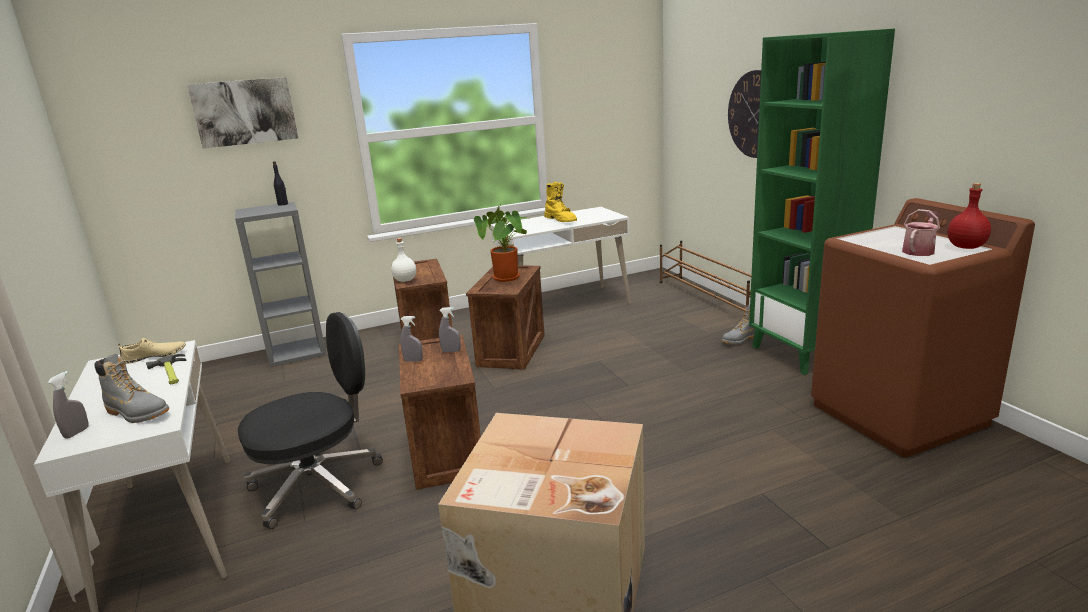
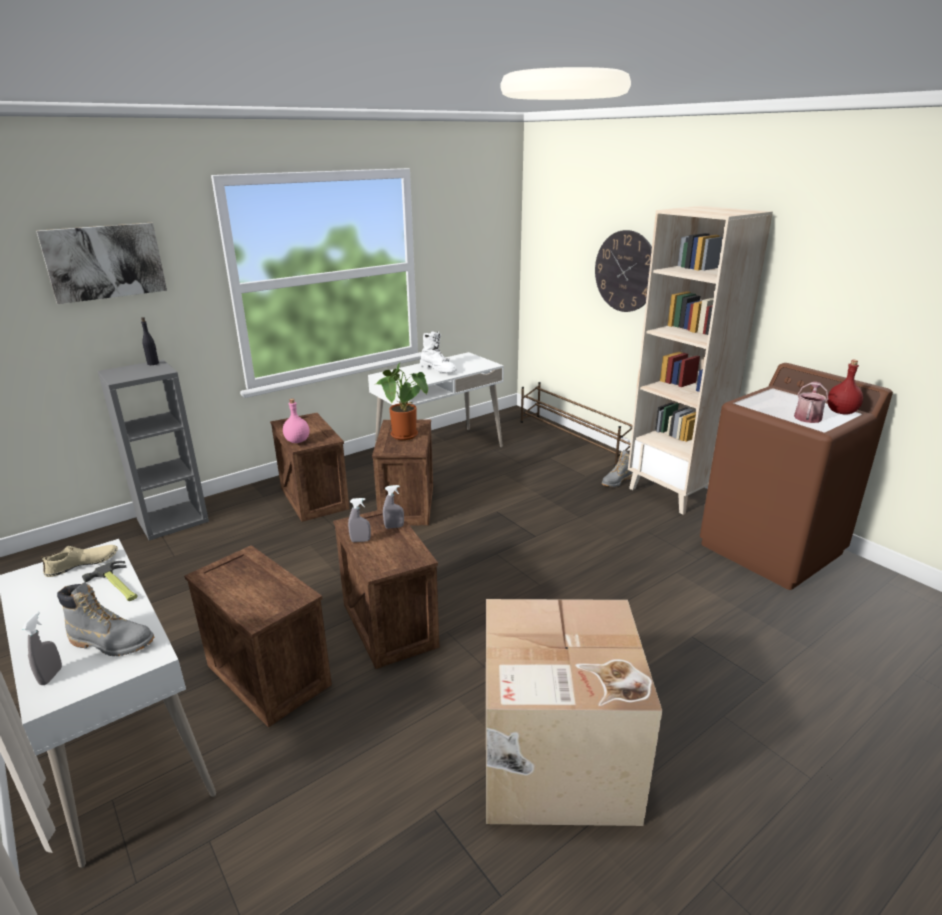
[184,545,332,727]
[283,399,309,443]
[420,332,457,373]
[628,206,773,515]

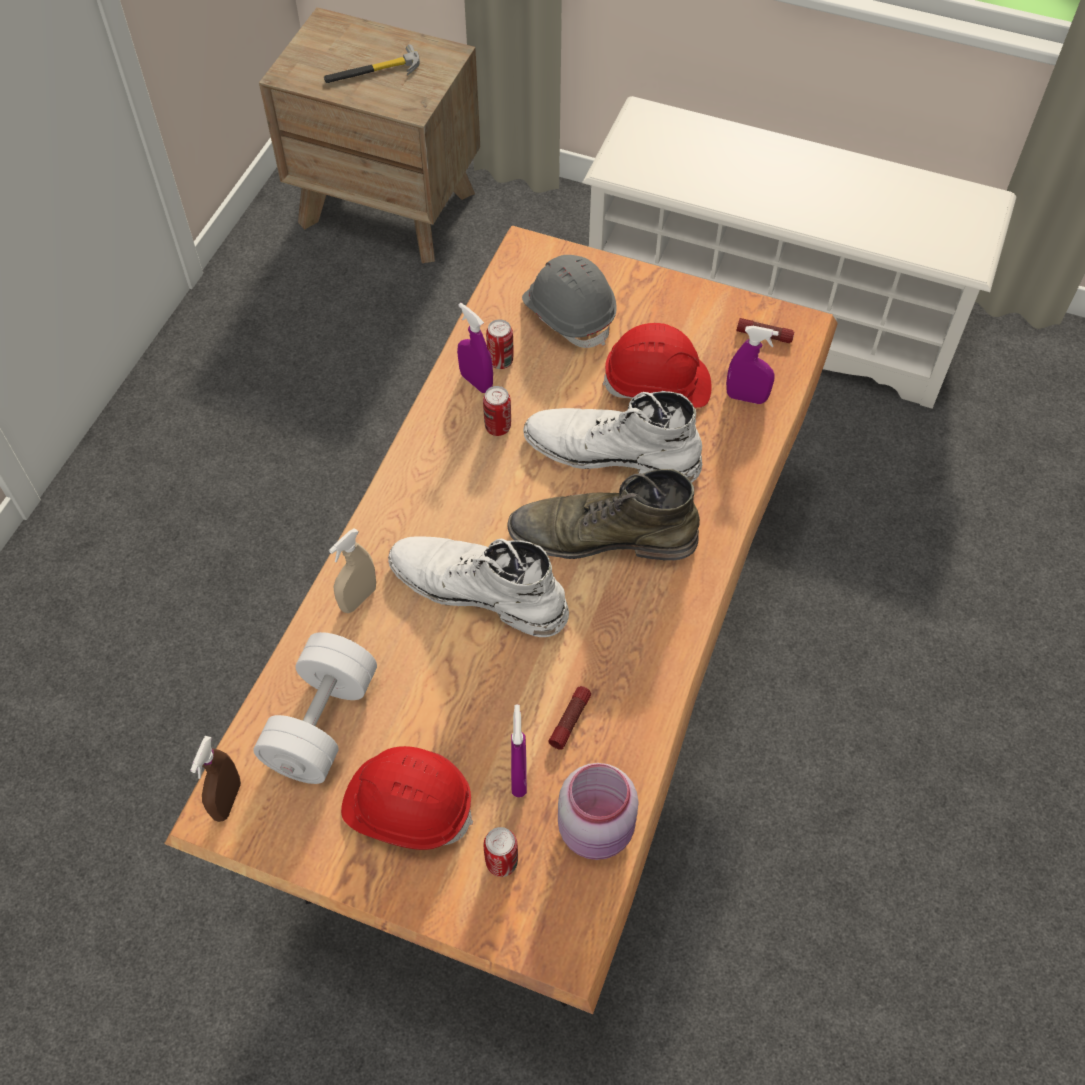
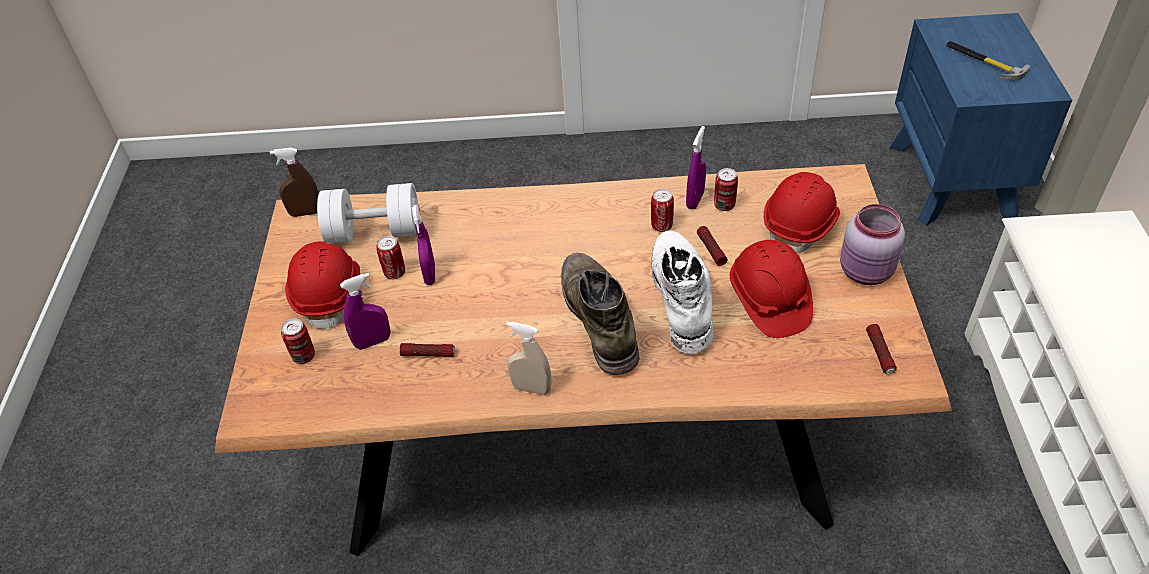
[388,537,569,637] (first image)
[376,236,405,279]
[697,226,727,266]
[506,322,551,395]
[840,204,905,285]
[413,204,435,285]
[890,13,1072,226]
[764,172,840,254]

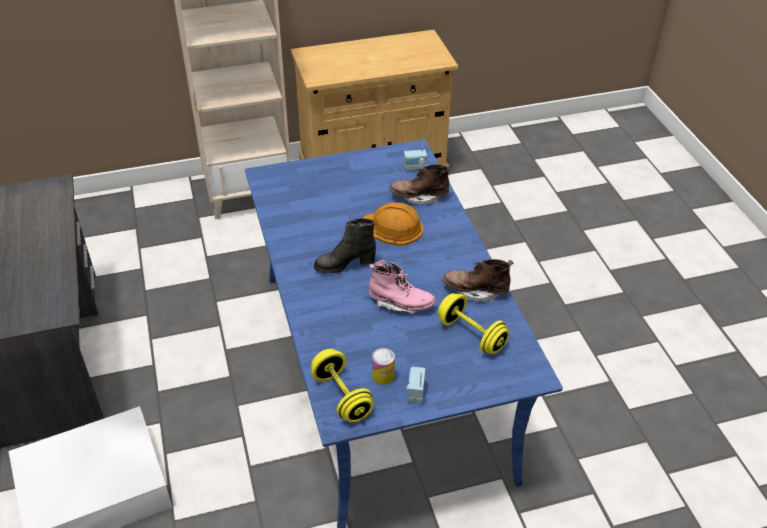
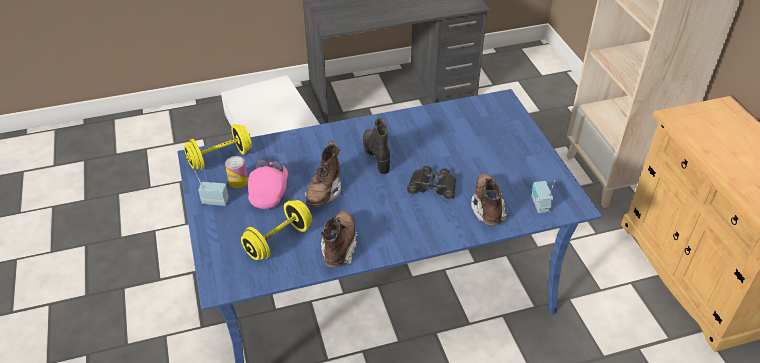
[248,160,288,209]
[407,166,456,199]
[305,141,341,207]

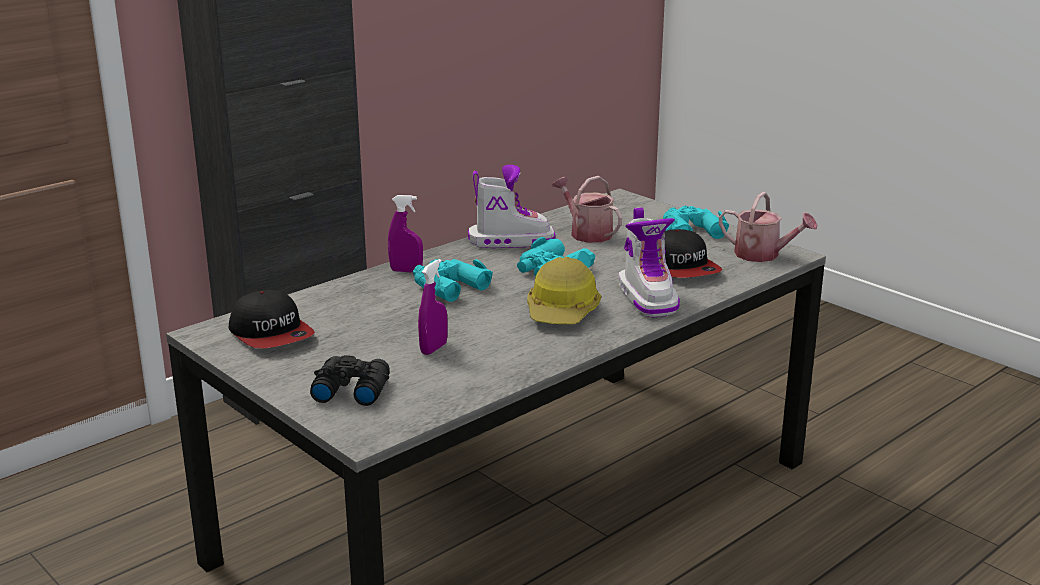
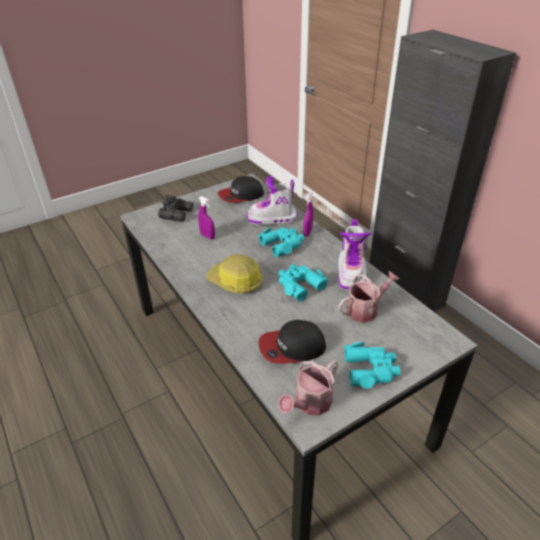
[247,176,297,225]

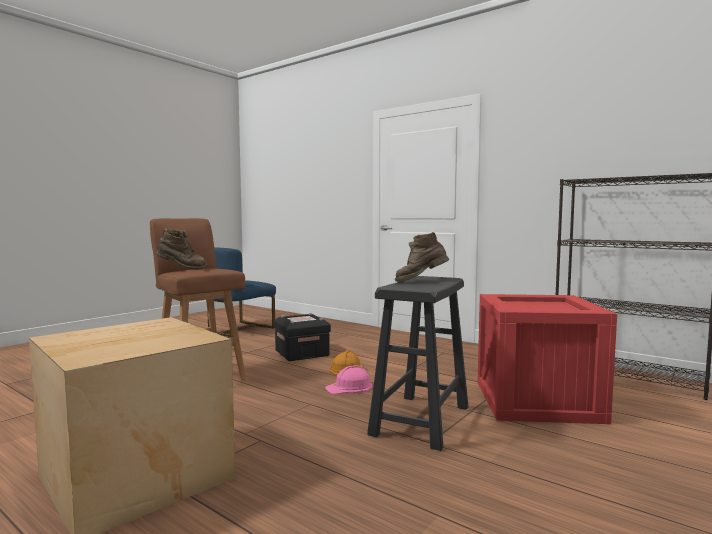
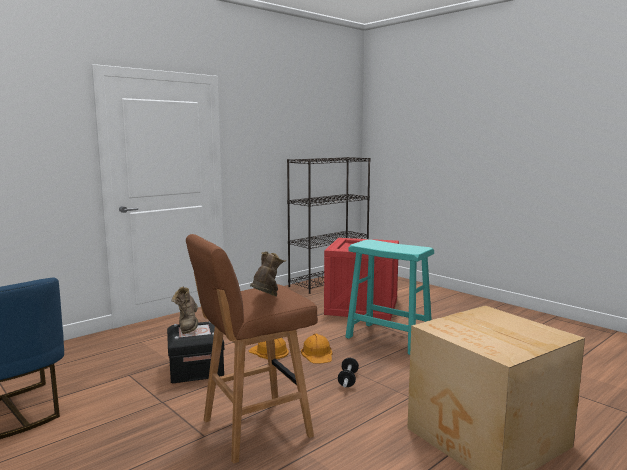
[338,358,359,387]
[171,287,198,334]
[301,334,332,364]
[345,240,434,355]

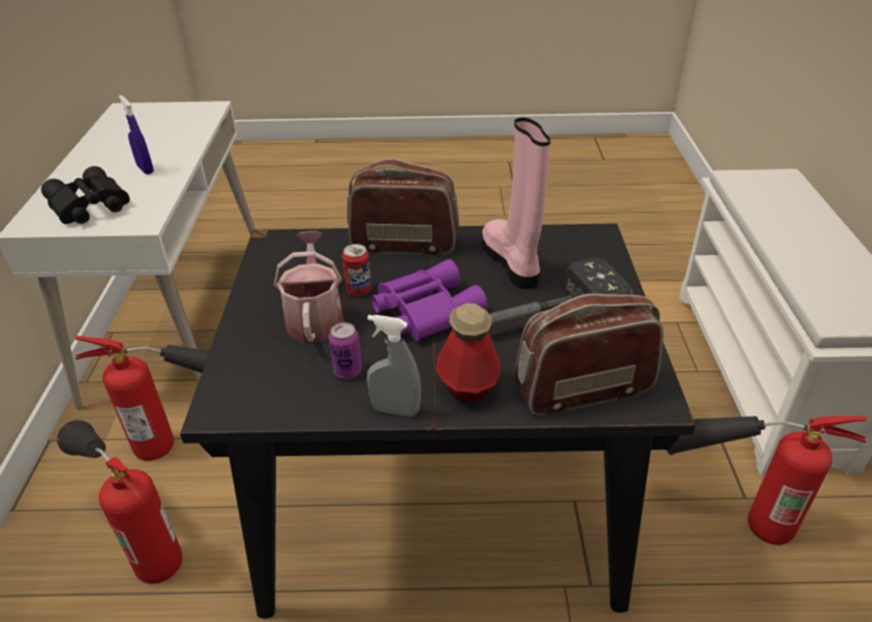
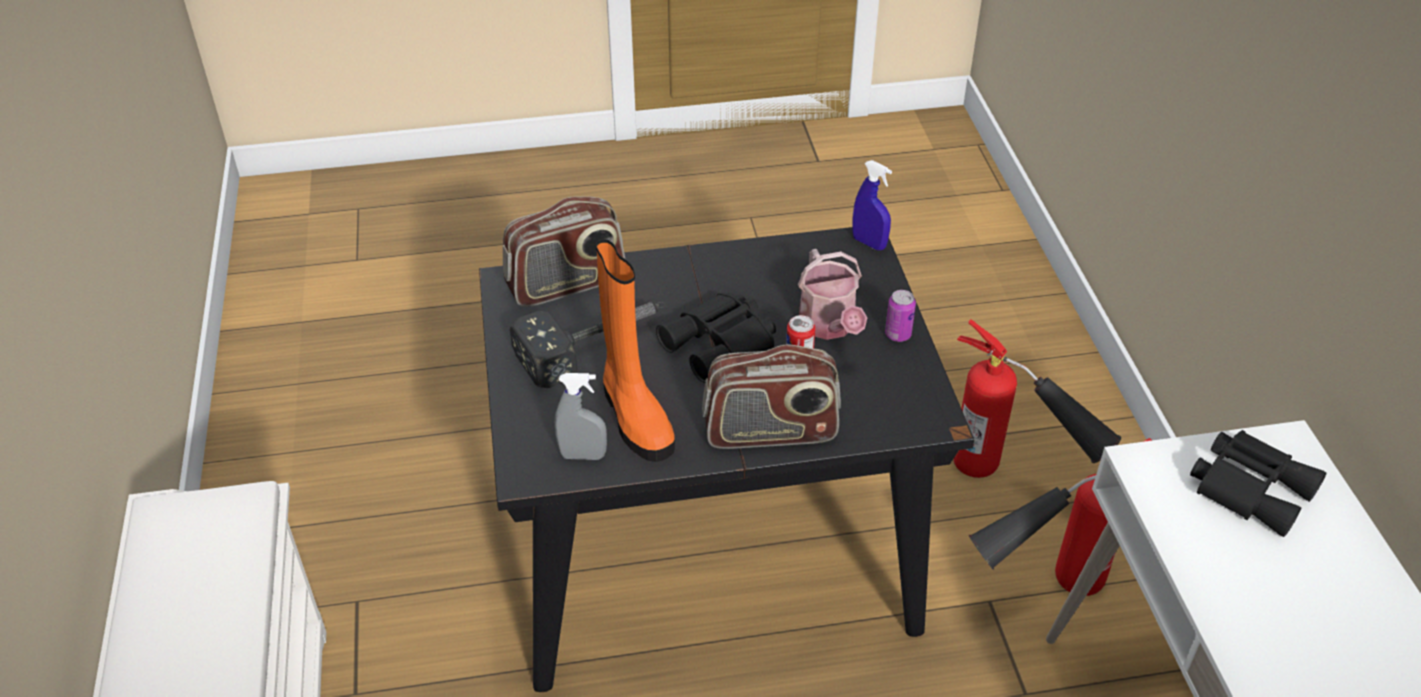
[436,303,500,403] (first image)
[667,416,867,545] (first image)
[852,160,892,250]
[885,290,916,342]
[554,373,607,460]
[656,293,776,383]
[596,239,675,462]

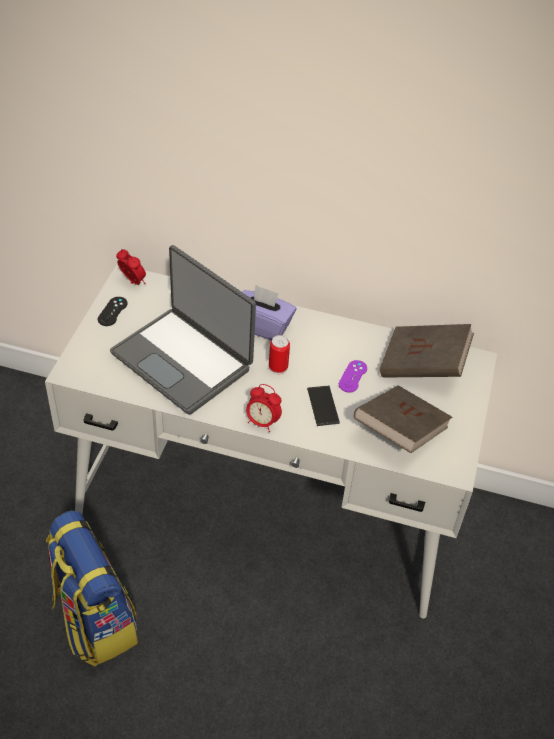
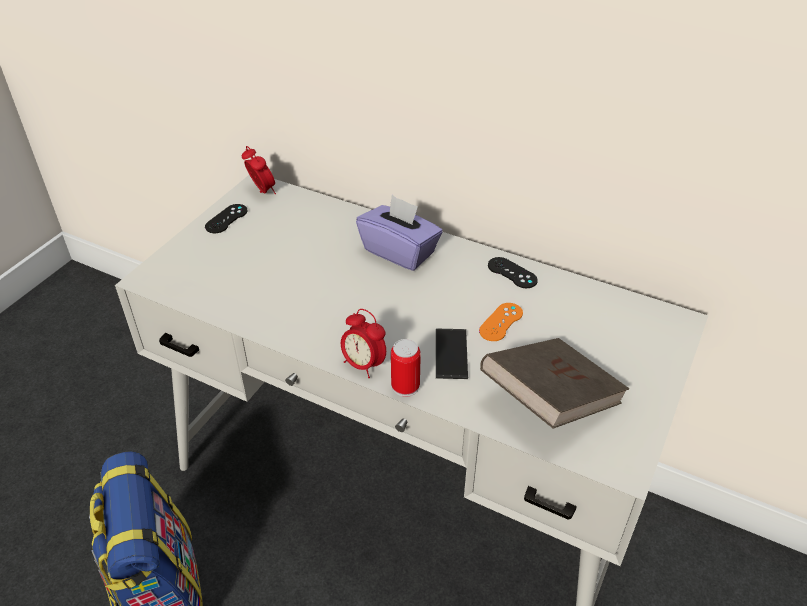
[110,245,256,415] (first image)
[380,324,474,378] (first image)
[488,257,538,288]
[391,339,421,397]
[479,303,523,341]

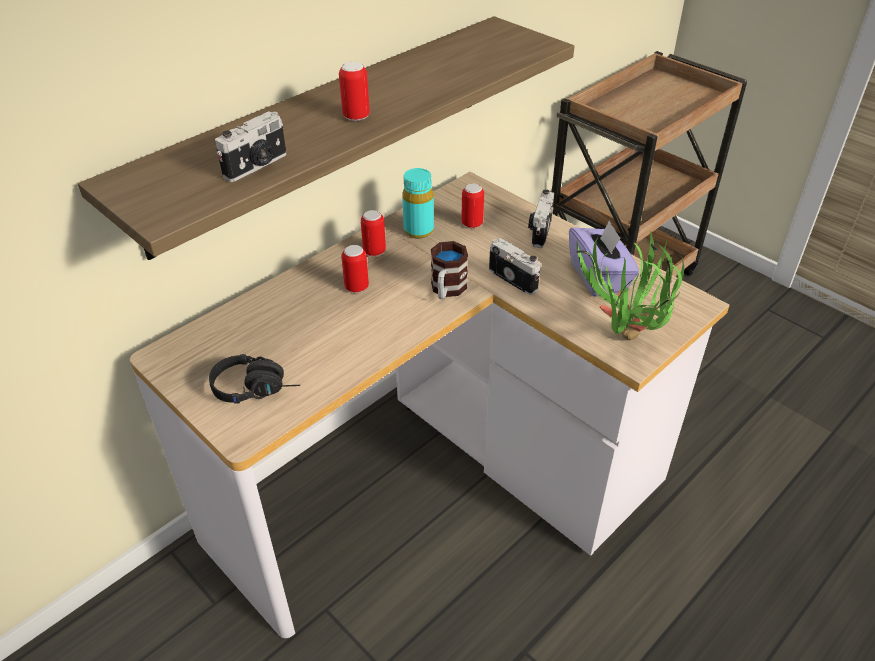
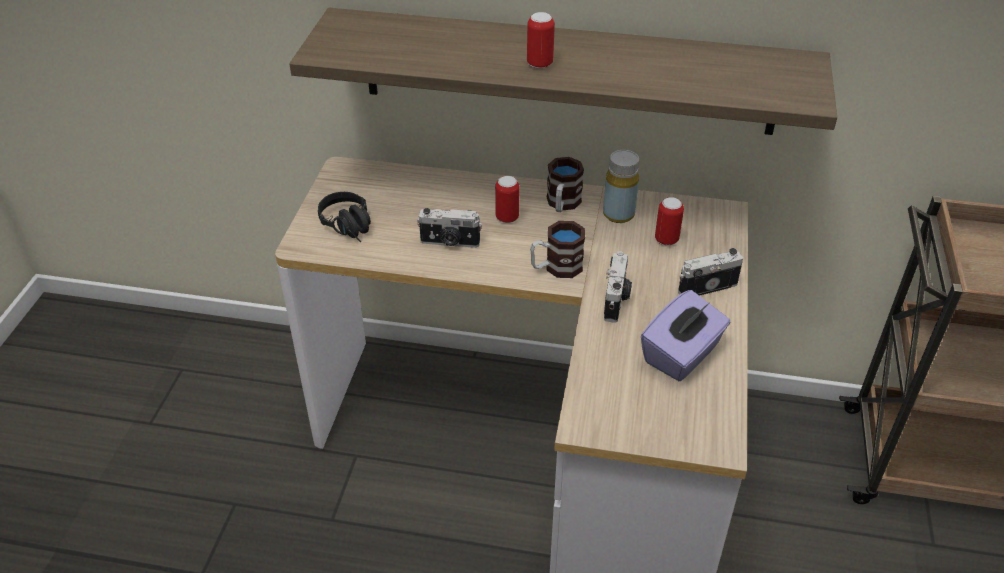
[574,231,684,340] (first image)
[417,208,482,248]
[547,157,584,212]
[603,150,639,223]

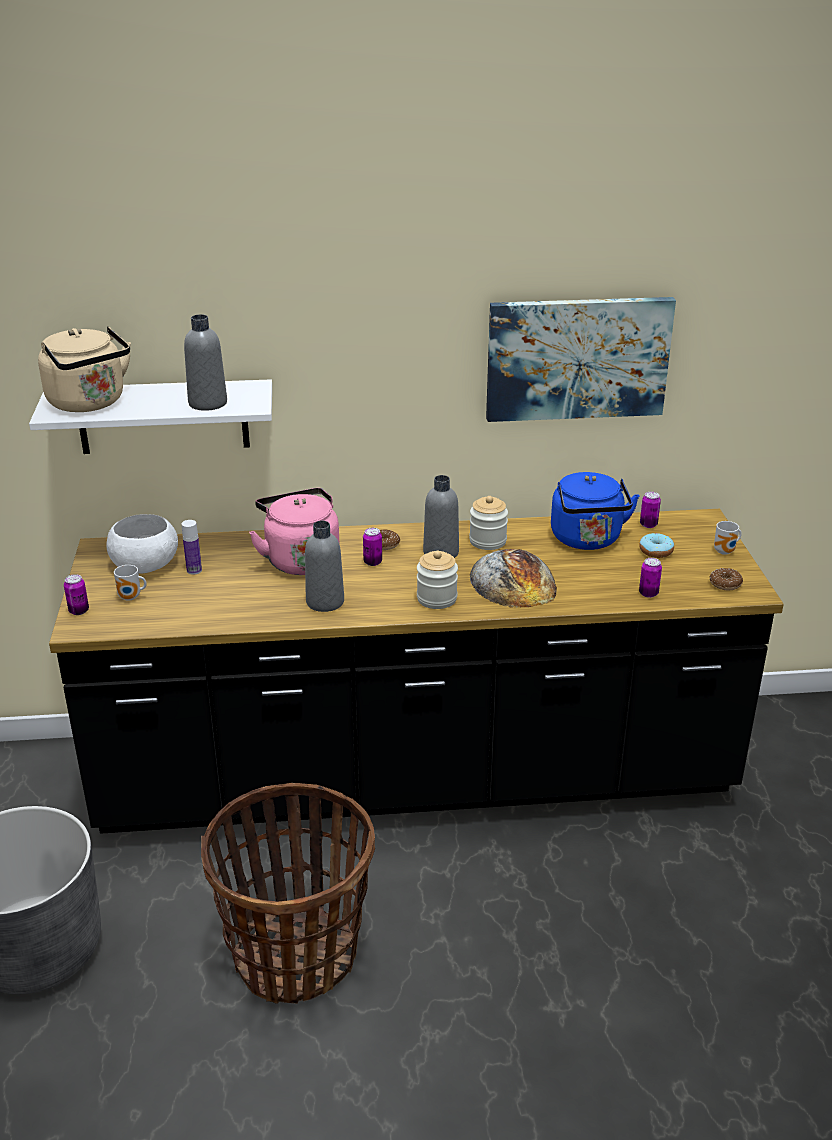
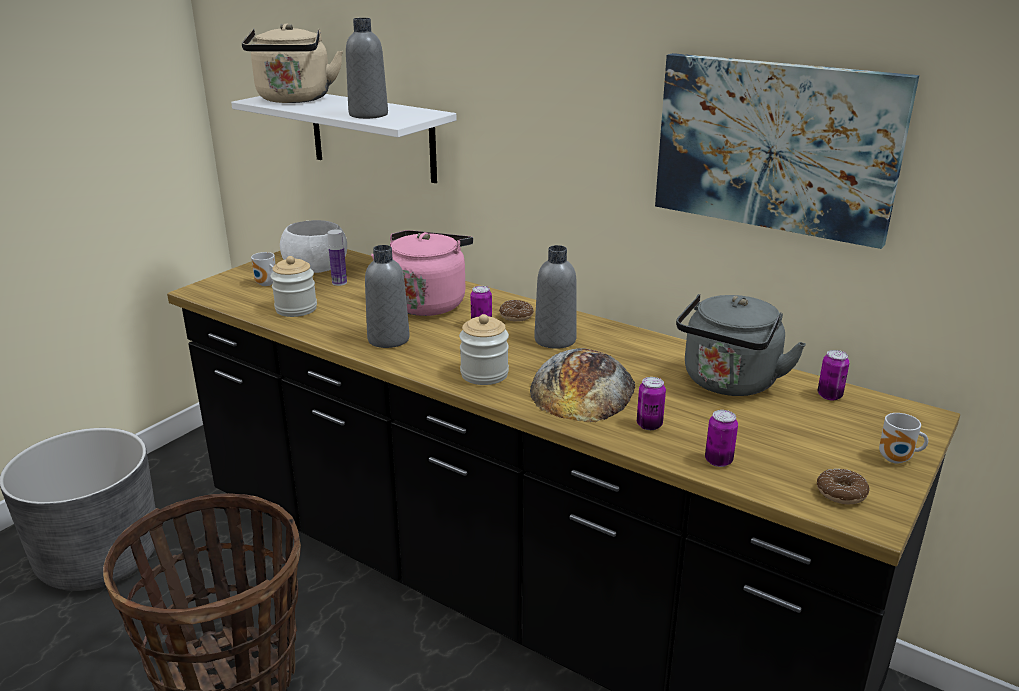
[639,533,674,558] (first image)
[637,377,666,430]
[271,256,317,317]
[676,294,806,396]

